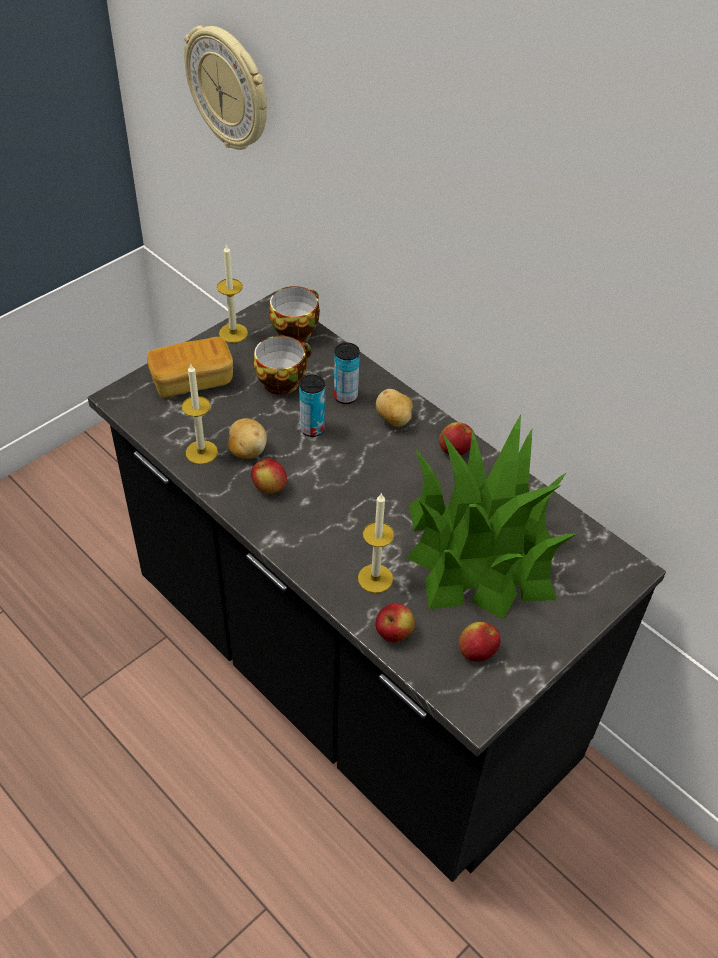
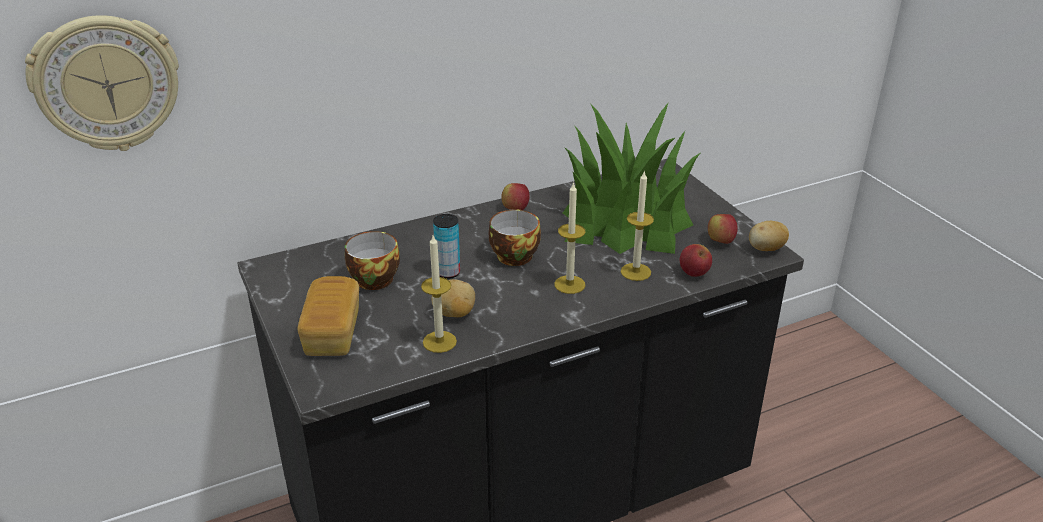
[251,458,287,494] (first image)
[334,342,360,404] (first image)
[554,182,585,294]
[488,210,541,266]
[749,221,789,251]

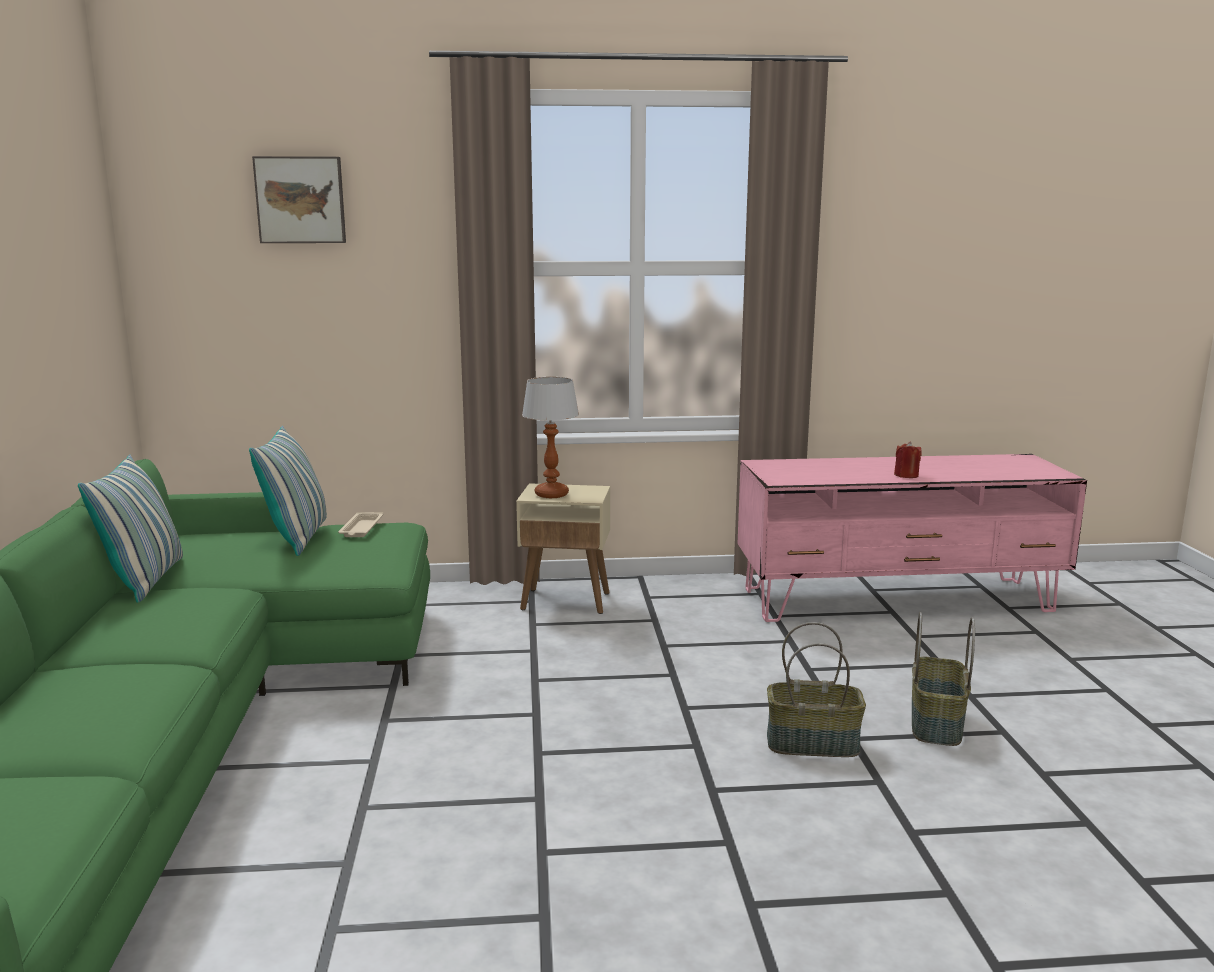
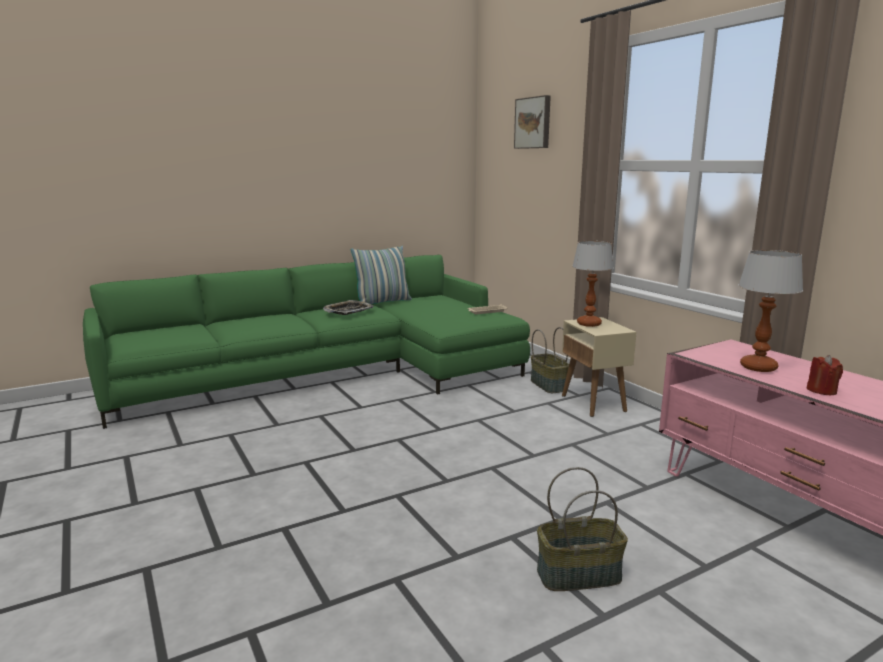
[249,426,327,556] (first image)
[323,300,373,315]
[738,250,803,372]
[531,327,569,393]

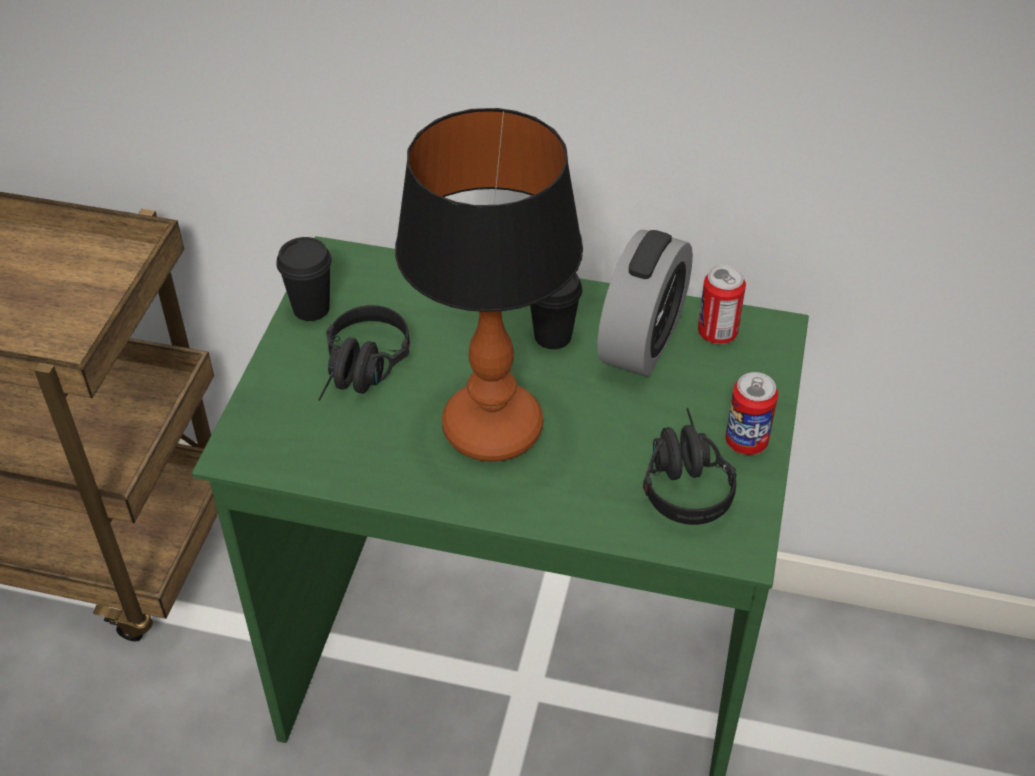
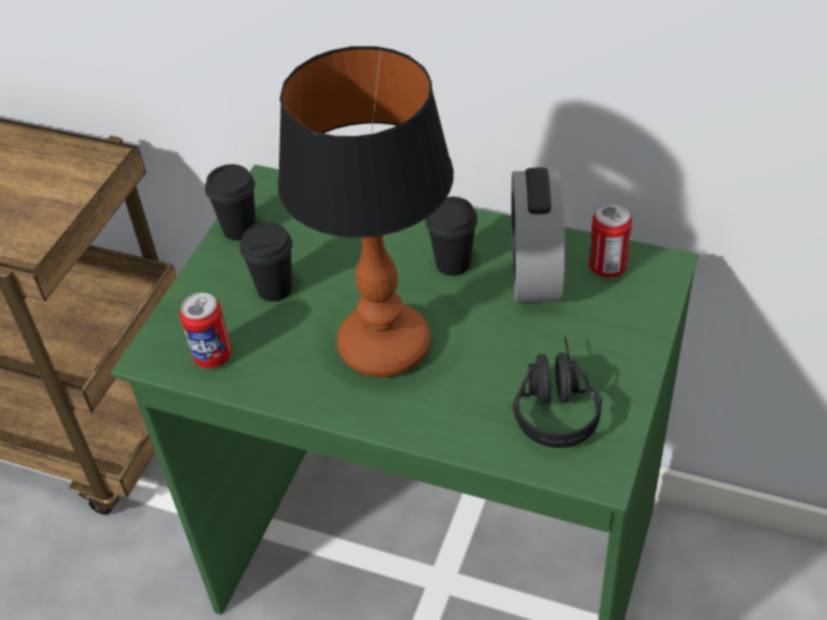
[180,293,232,368]
[240,222,293,302]
[511,167,565,302]

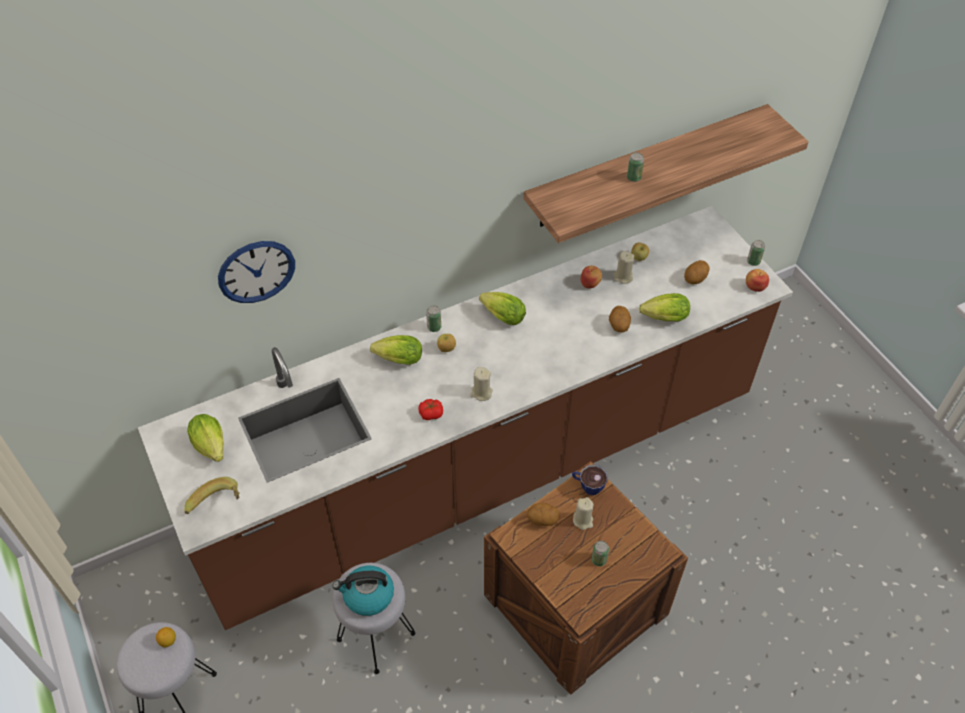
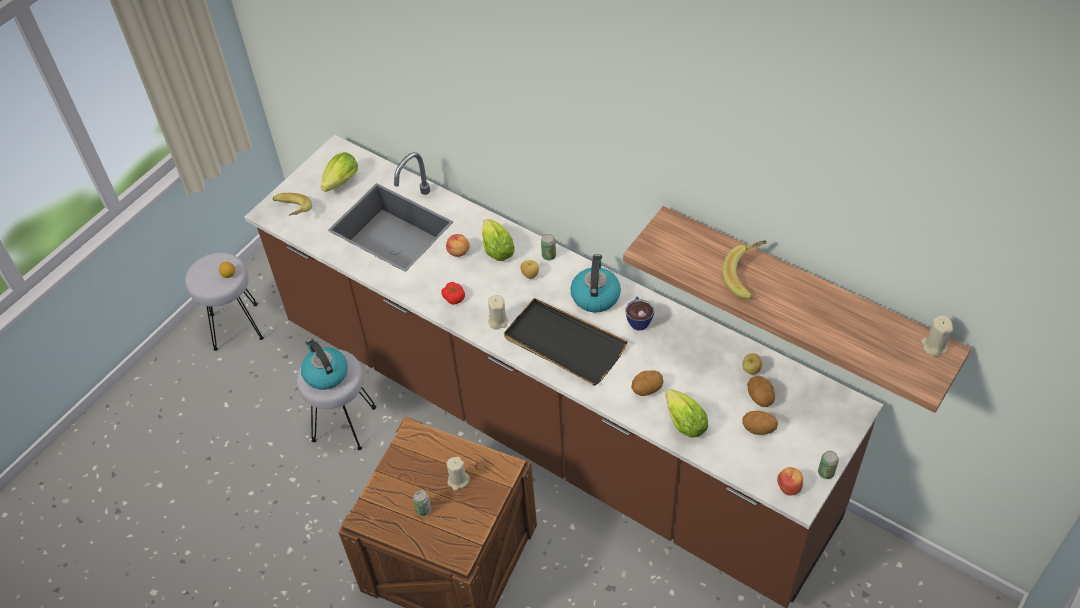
[218,241,295,303] (first image)
[504,298,628,386]
[747,376,775,407]
[625,297,654,330]
[446,234,470,257]
[921,316,953,357]
[571,254,621,313]
[722,240,767,299]

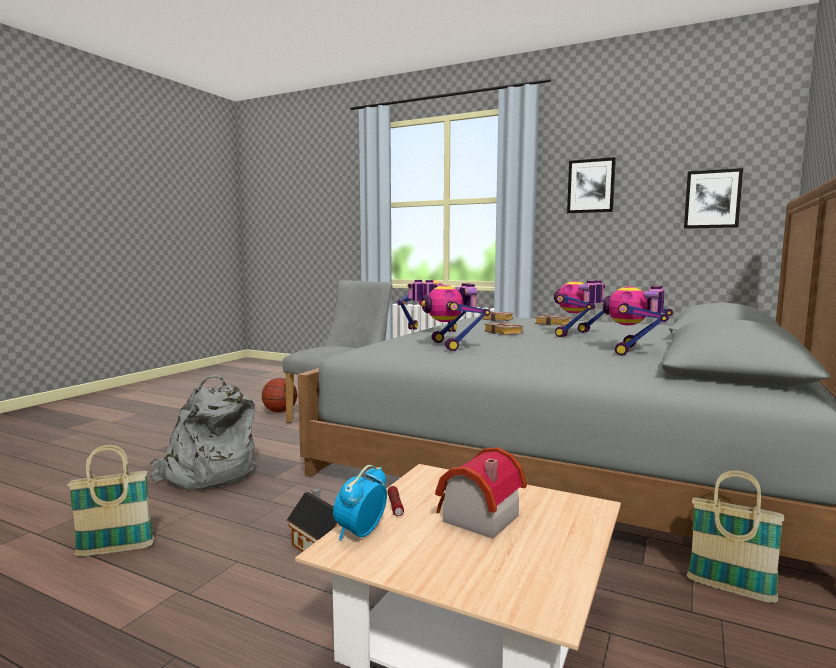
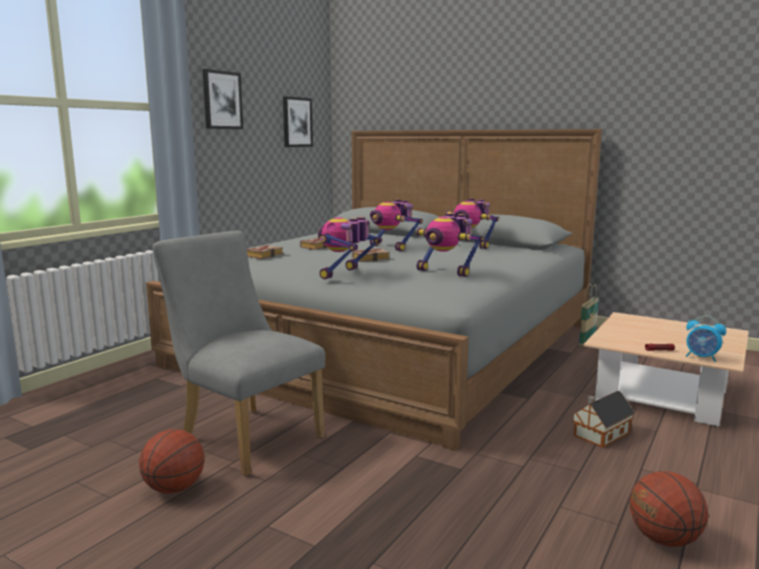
[150,374,256,490] (first image)
[435,447,527,539] (first image)
[630,471,708,547]
[416,213,484,277]

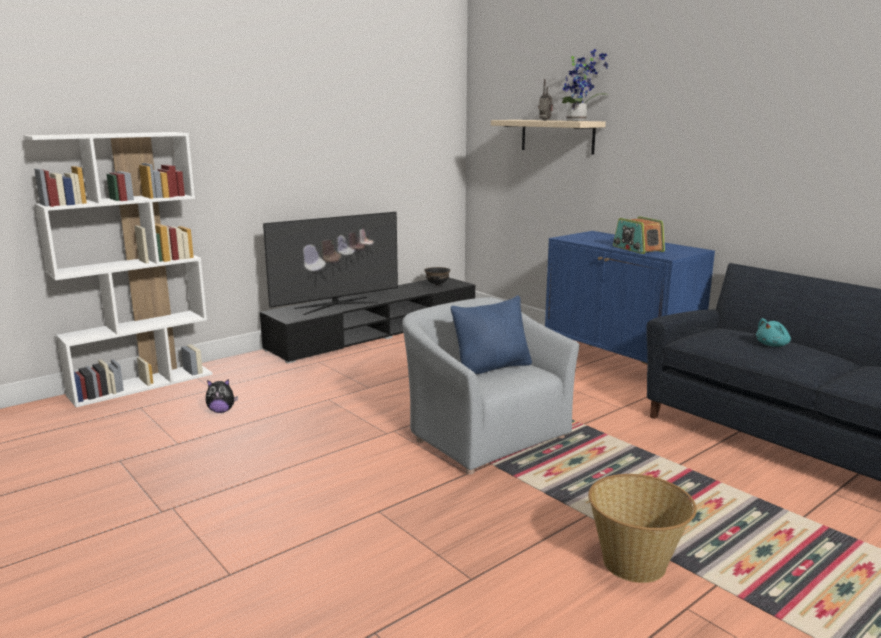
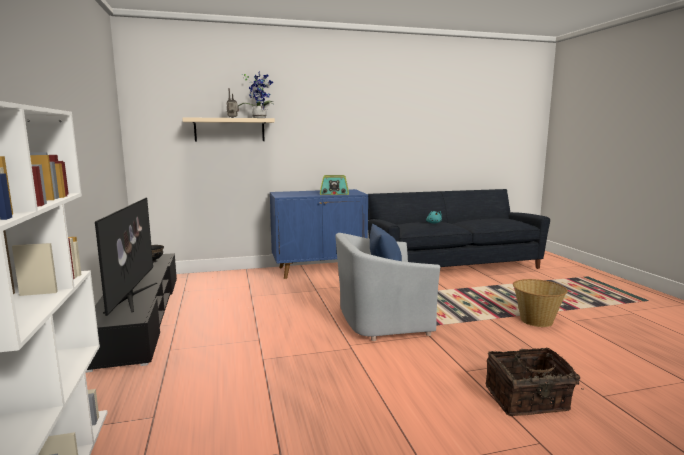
[206,379,238,413] (first image)
[486,347,584,416]

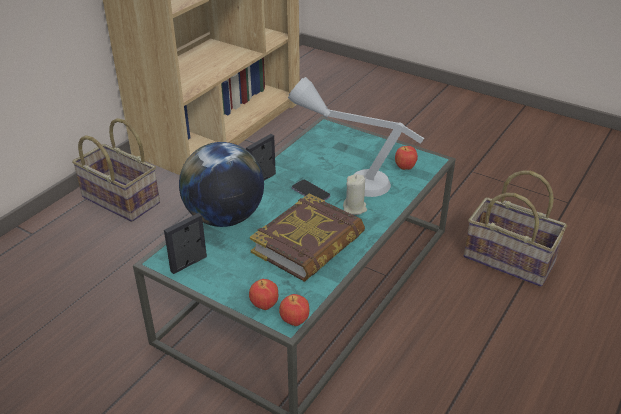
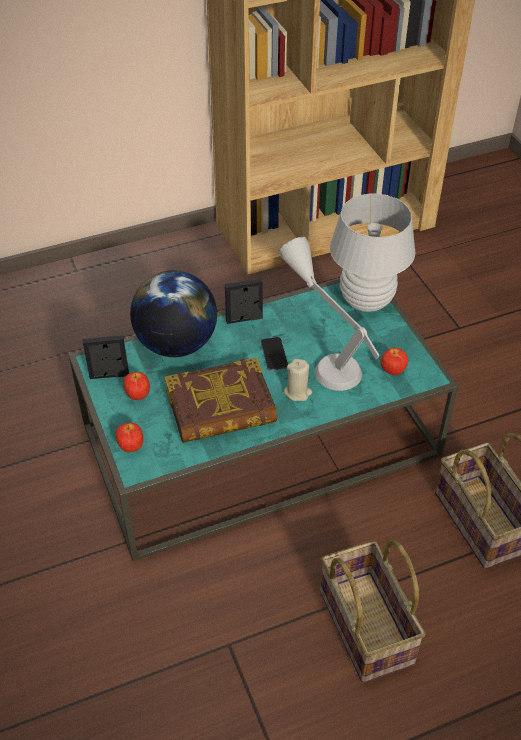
[330,194,416,312]
[320,540,425,683]
[124,372,150,400]

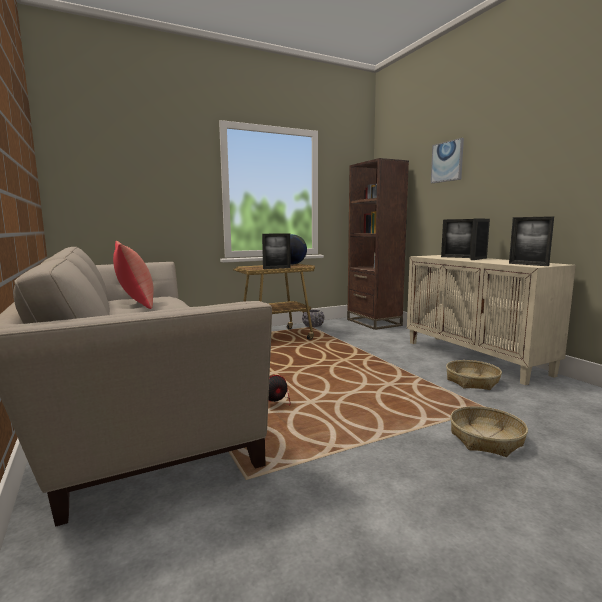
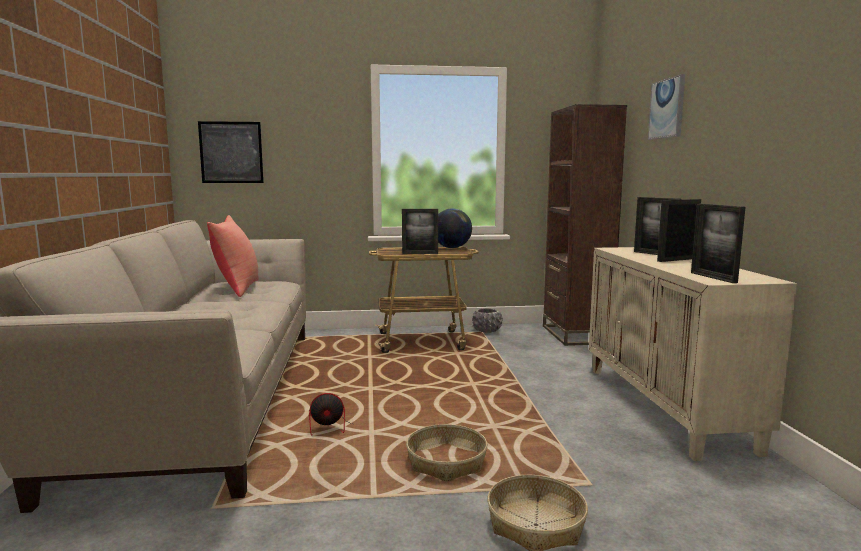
[198,121,264,183]
[406,424,487,482]

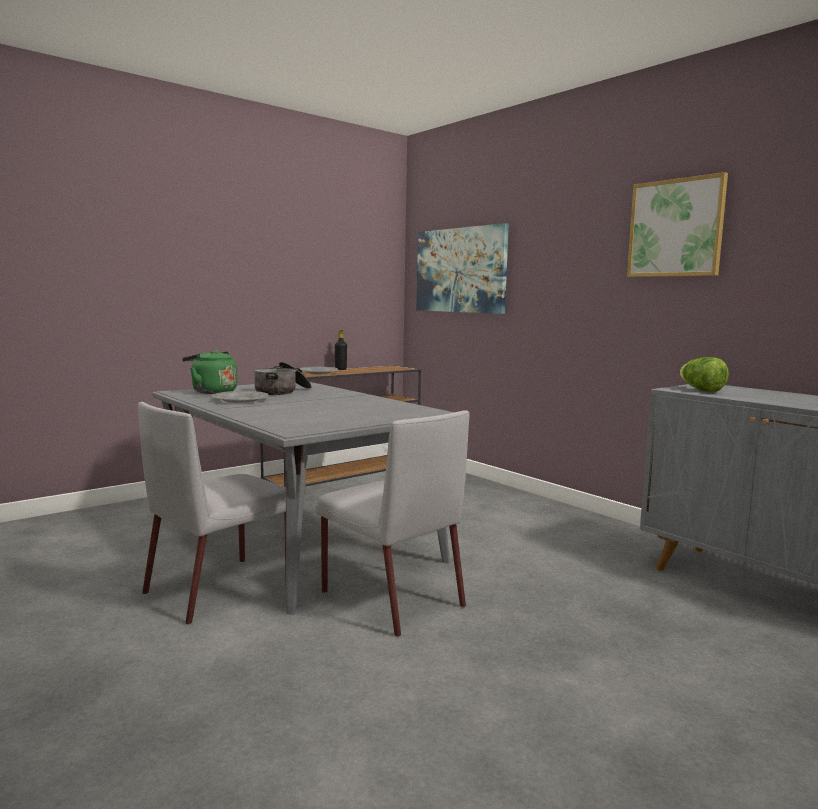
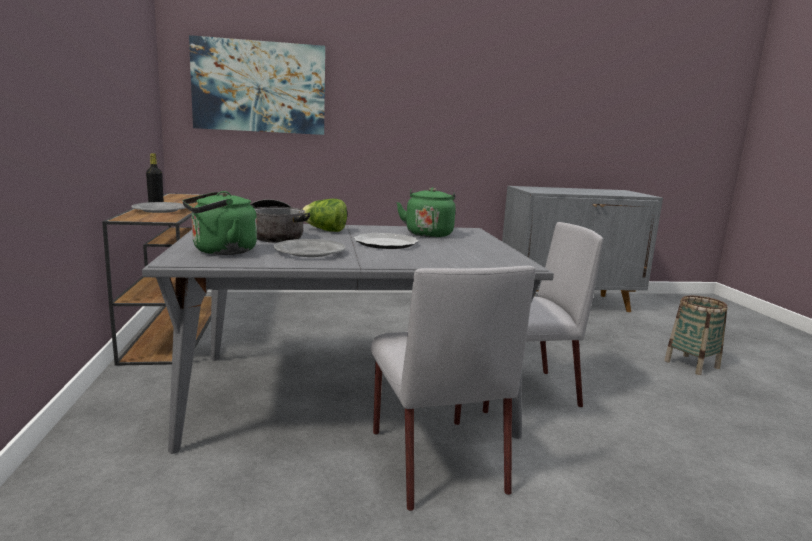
[627,172,728,277] (first image)
[353,233,419,249]
[396,187,456,237]
[664,296,728,375]
[302,199,347,232]

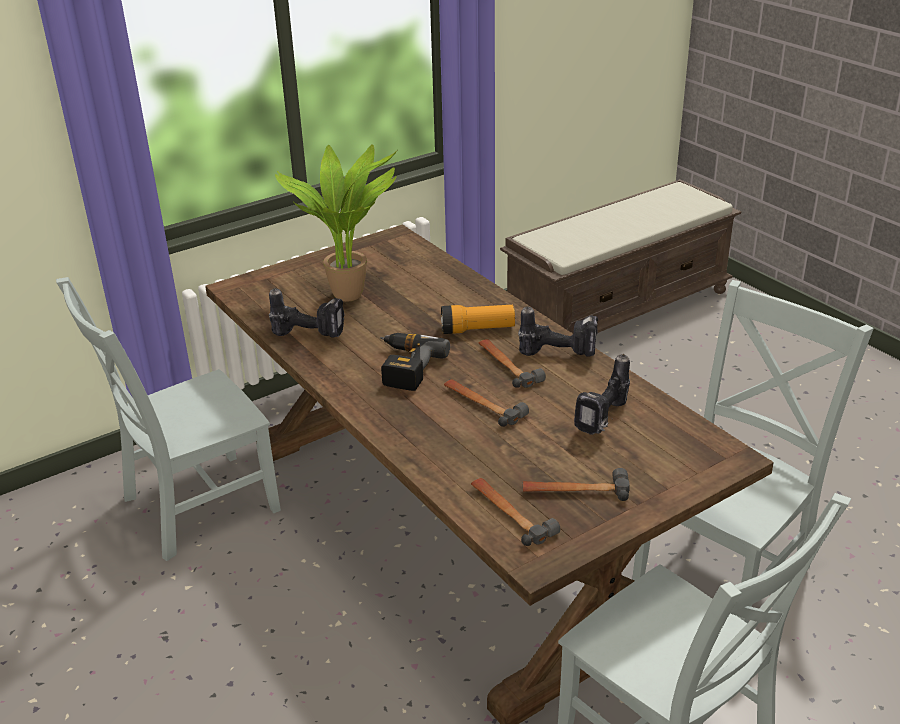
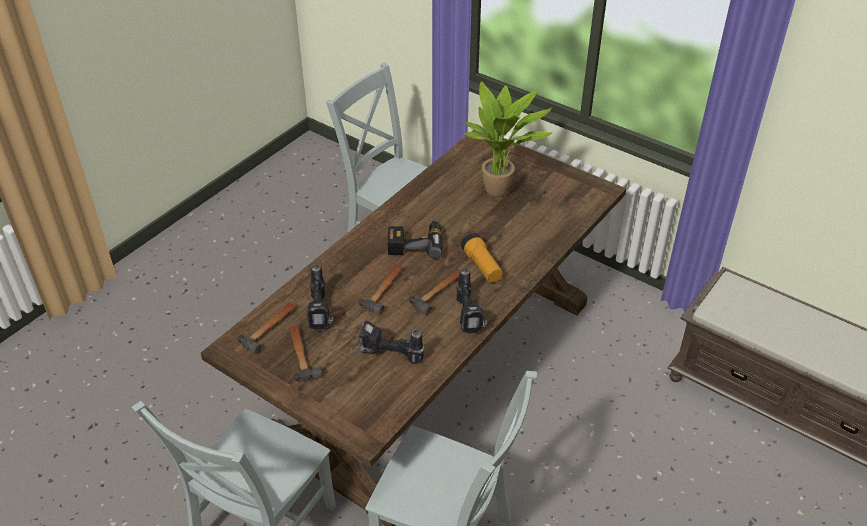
[307,264,333,330]

